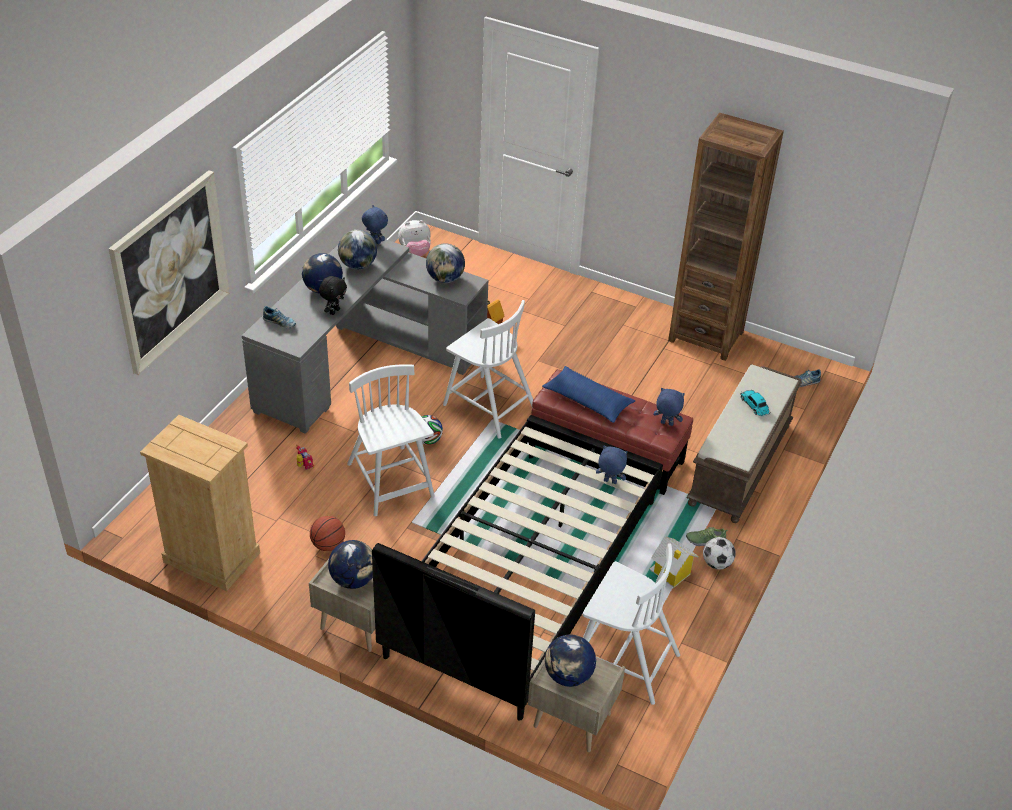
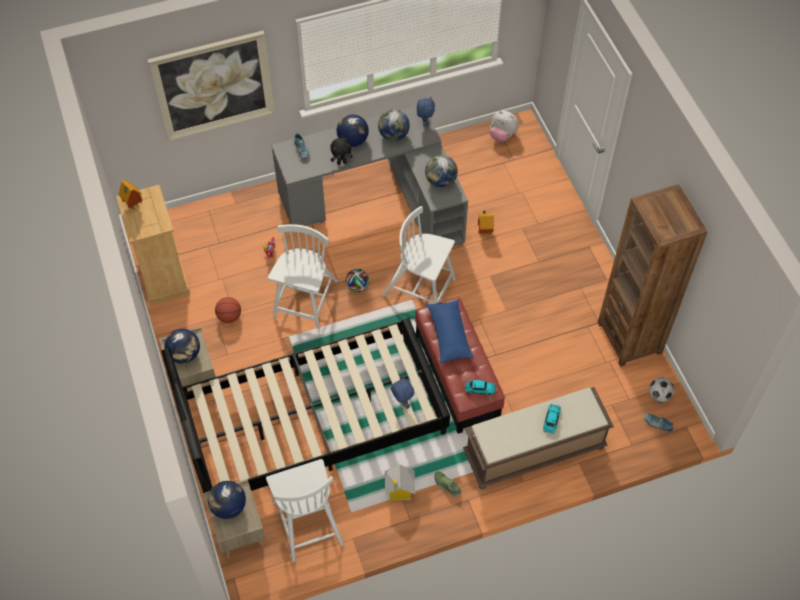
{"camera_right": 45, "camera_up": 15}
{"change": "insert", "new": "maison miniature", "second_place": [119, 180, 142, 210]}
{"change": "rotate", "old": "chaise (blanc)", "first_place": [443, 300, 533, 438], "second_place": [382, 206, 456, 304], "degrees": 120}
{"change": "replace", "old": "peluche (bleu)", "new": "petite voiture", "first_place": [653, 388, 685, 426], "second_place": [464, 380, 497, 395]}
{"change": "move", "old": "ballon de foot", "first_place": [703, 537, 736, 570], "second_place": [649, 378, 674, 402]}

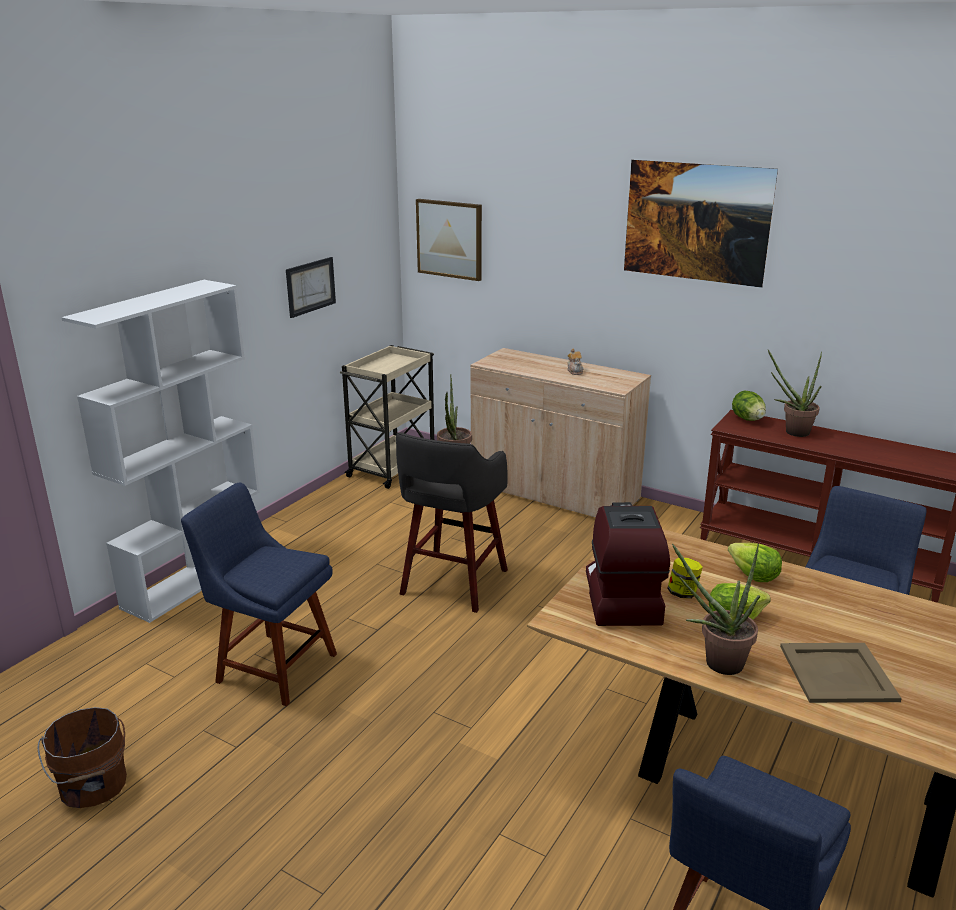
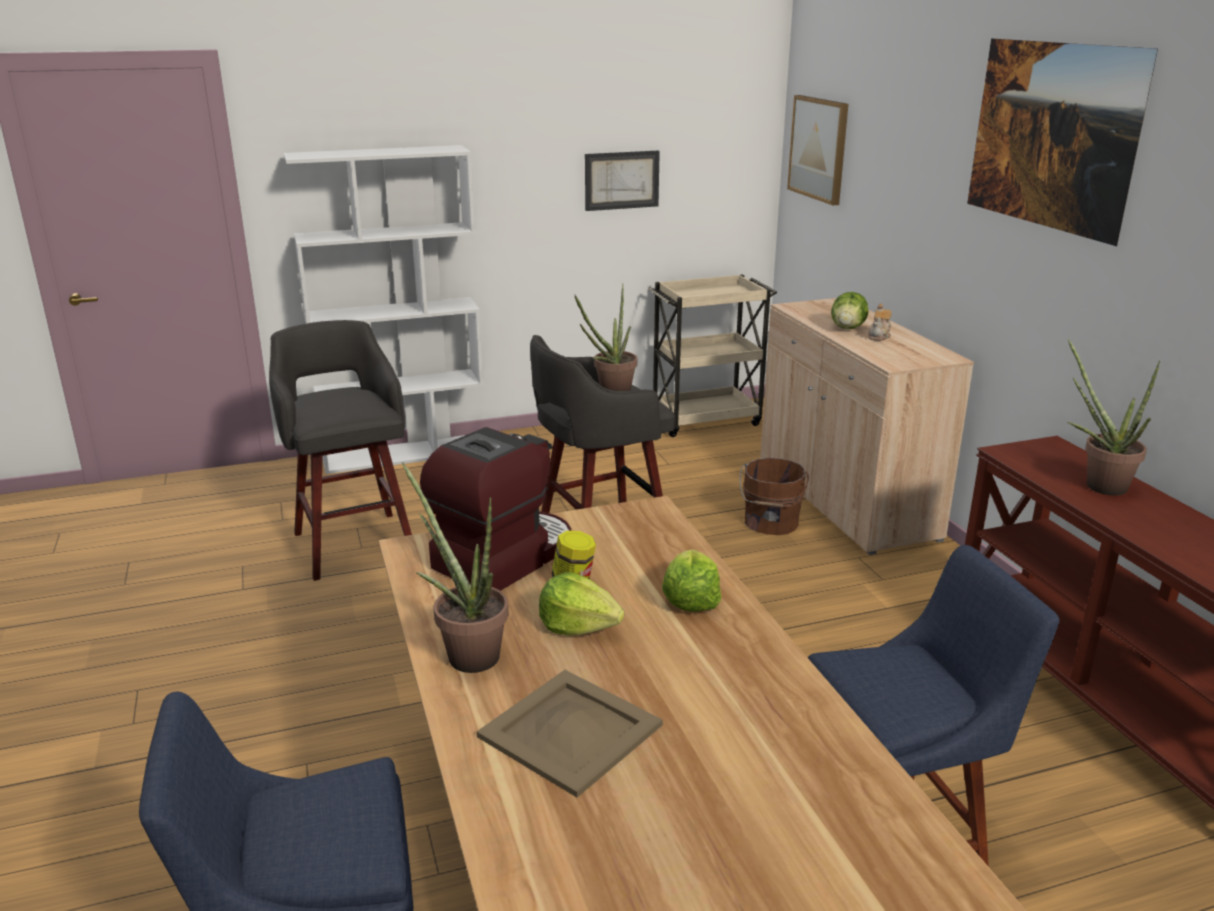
{"camera_right": 40, "camera_up": 0}
{"change": "replace", "old": "chaise (bleu)", "new": "tabouret (gris)", "first_place": [181, 482, 337, 706], "second_place": [269, 320, 412, 581]}
{"change": "move", "old": "seau (marron)", "first_place": [37, 707, 127, 808], "second_place": [740, 458, 809, 535]}
{"change": "move", "old": "laitue", "first_place": [732, 391, 766, 421], "second_place": [831, 292, 868, 329]}

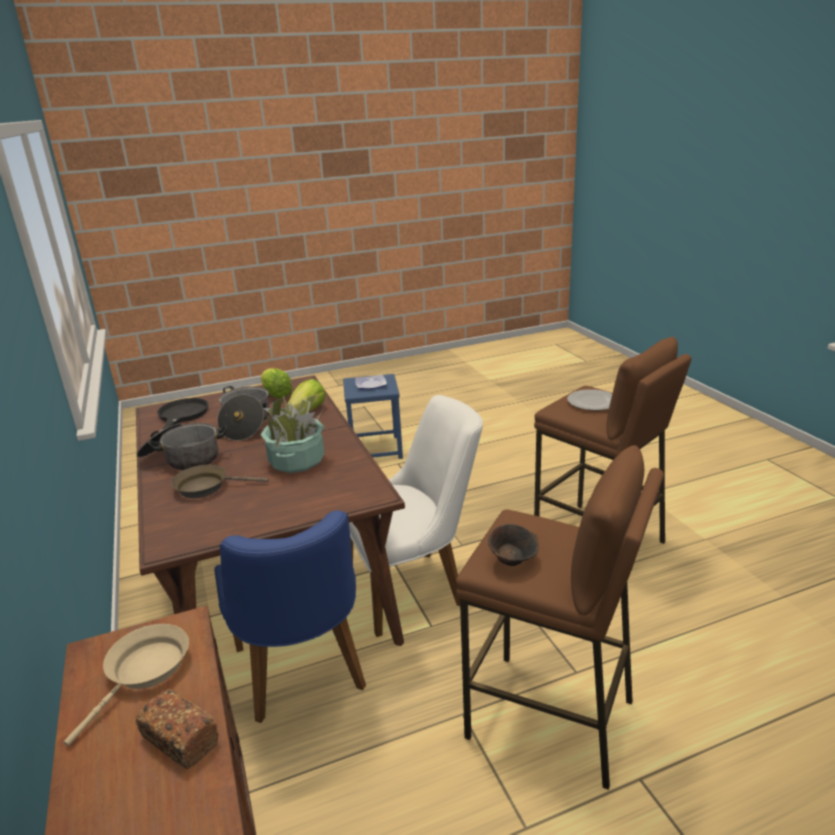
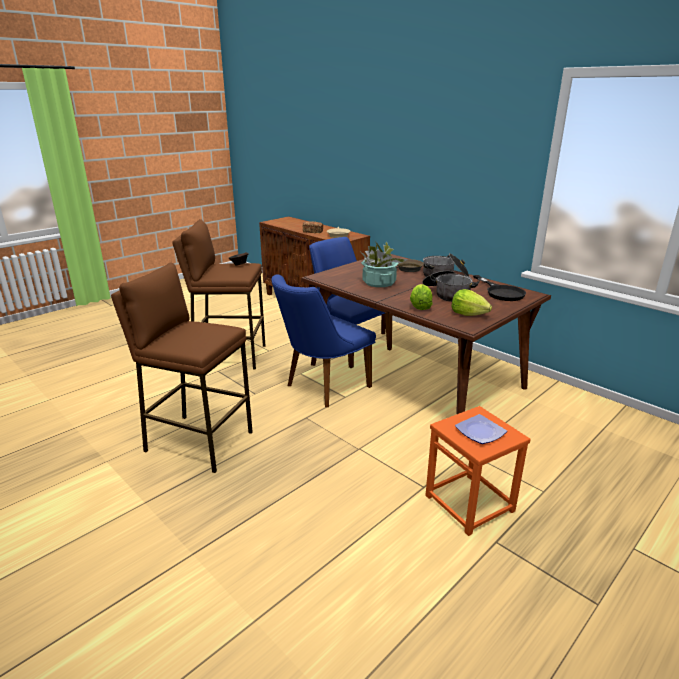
{"camera_right": 155, "camera_up": 0}
{"change": "recolor", "old": "chaise (blanc)", "new": "chaise (bleu)", "first_place": [349, 395, 483, 637], "second_place": [272, 275, 376, 407]}
{"change": "recolor", "old": "tabouret (bleu)", "new": "tabouret (orange)", "first_place": [343, 374, 403, 459], "second_place": [425, 406, 531, 536]}
{"change": "delete", "old": "assiette", "first_place": [567, 389, 612, 410]}

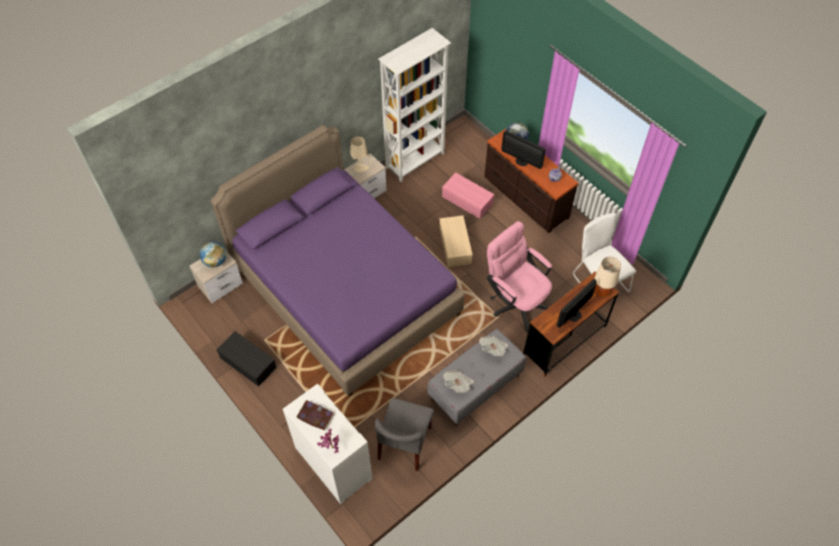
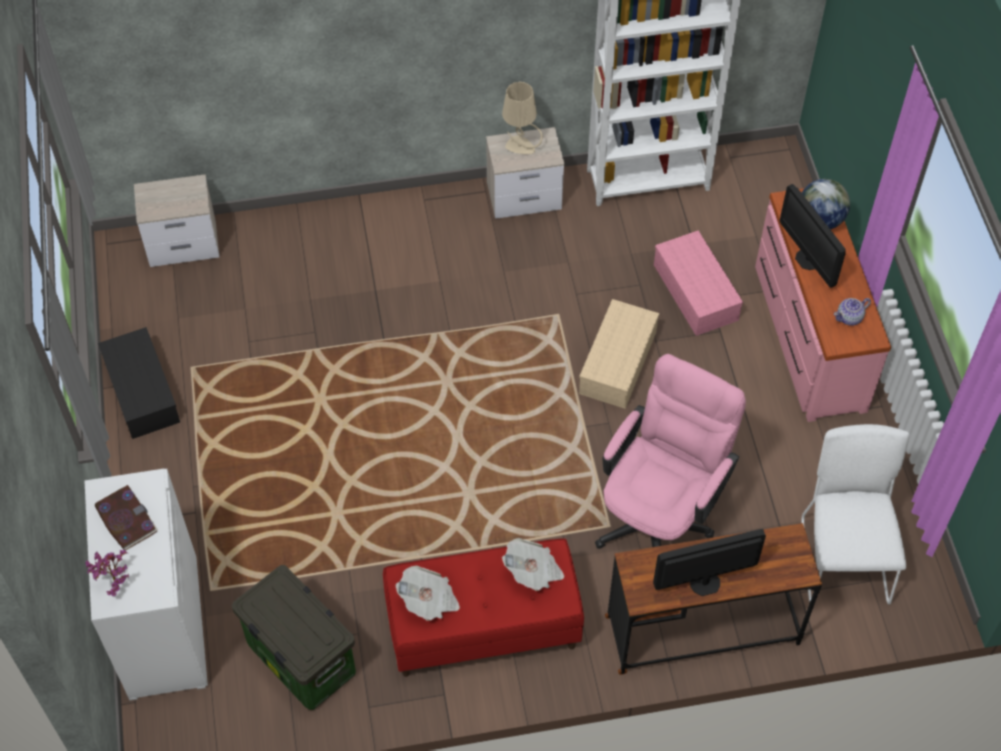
{"camera_right": 30, "camera_up": 0}
{"change": "replace", "old": "chaise (gris)", "new": "boîte de rangement", "first_place": [375, 398, 434, 471], "second_place": [232, 565, 356, 710]}
{"change": "recolor", "old": "banc (gris)", "new": "banc (rouge)", "first_place": [427, 329, 526, 426], "second_place": [383, 538, 584, 677]}
{"change": "rotate", "old": "chaise de bureau (rose)", "first_place": [487, 221, 552, 332], "second_place": [595, 354, 746, 549], "degrees": 45}
{"change": "recolor", "old": "commode (marron)", "new": "commode (rose)", "first_place": [484, 129, 579, 233], "second_place": [755, 188, 891, 422]}
{"change": "delete", "old": "globe", "first_place": [199, 241, 226, 268]}
{"change": "delete", "old": "lit (violet)", "first_place": [210, 125, 465, 397]}
{"change": "delete", "old": "lampe de table (beige)", "first_place": [594, 257, 621, 298]}

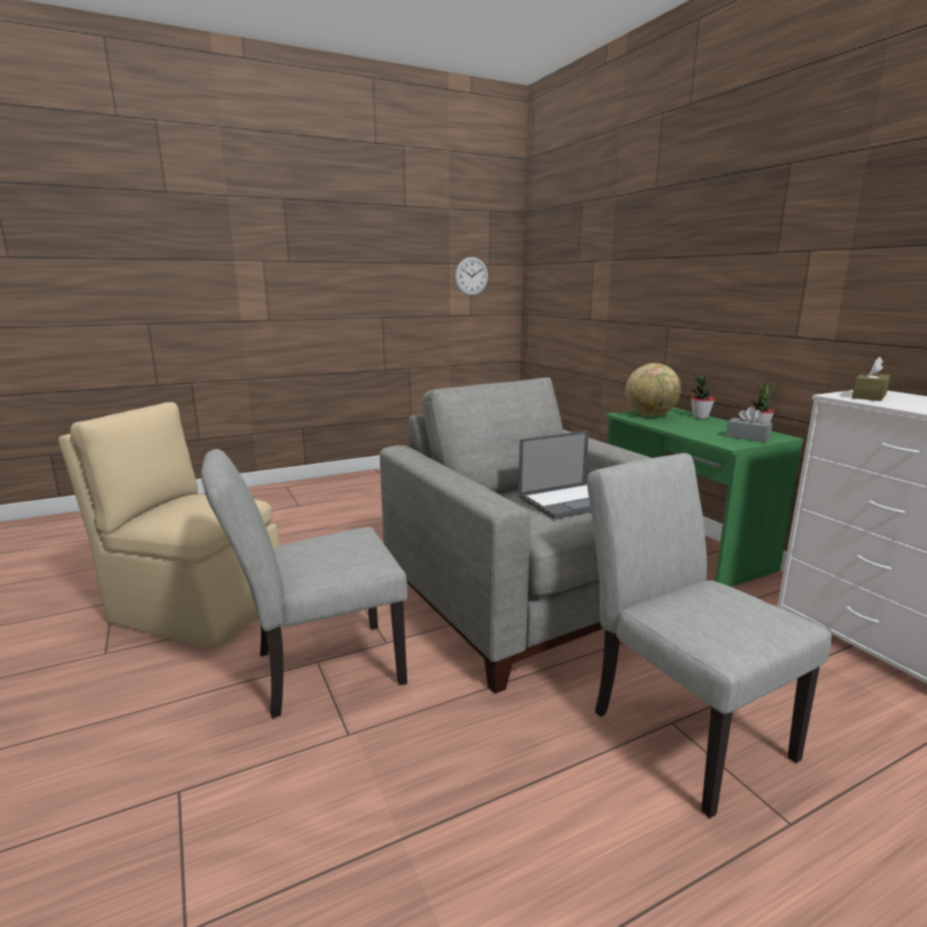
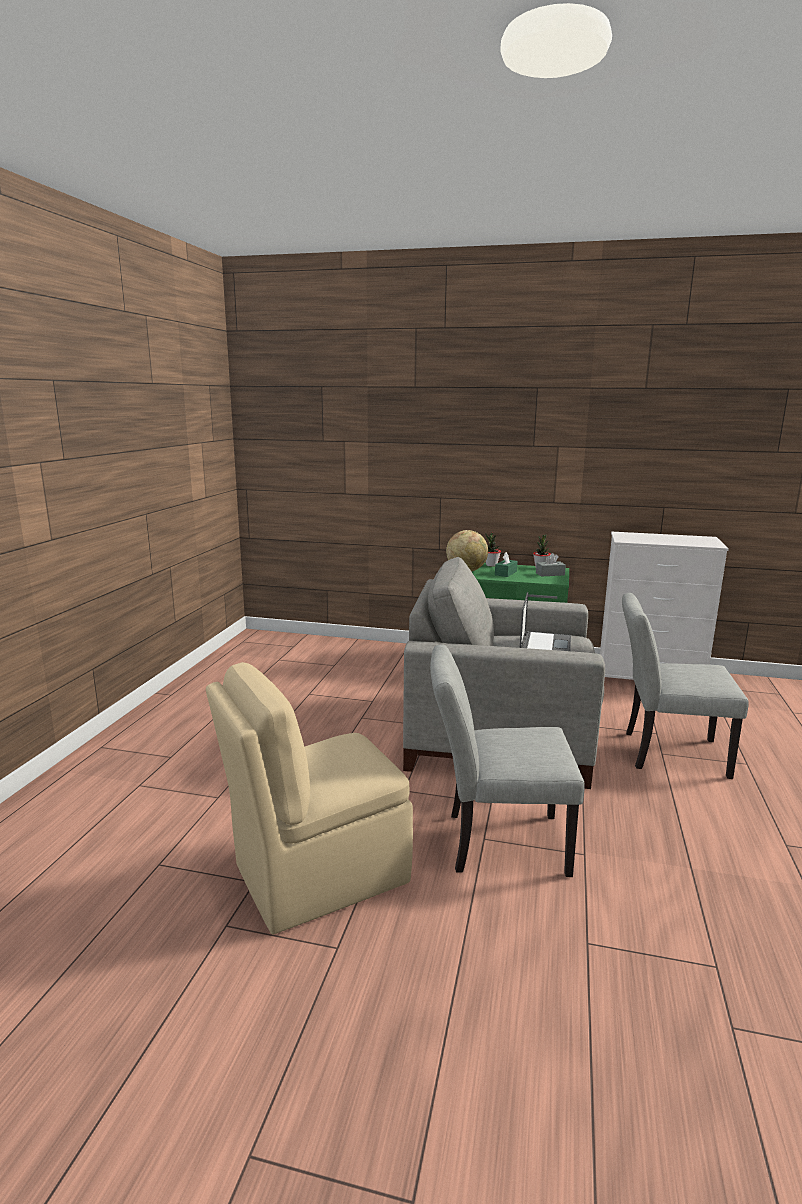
{"camera_right": -50, "camera_up": 0}
{"change": "rotate", "old": "chaise (gris)", "first_place": [201, 449, 408, 718], "second_place": [430, 644, 584, 877], "degrees": 75}
{"change": "insert", "new": "boîte à mouchoirs (vert)", "second_place": [495, 552, 517, 577]}
{"change": "delete", "old": "horloge murale", "first_place": [455, 257, 488, 296]}
{"change": "delete", "old": "boîte à mouchoirs (marron)", "first_place": [852, 357, 890, 401]}

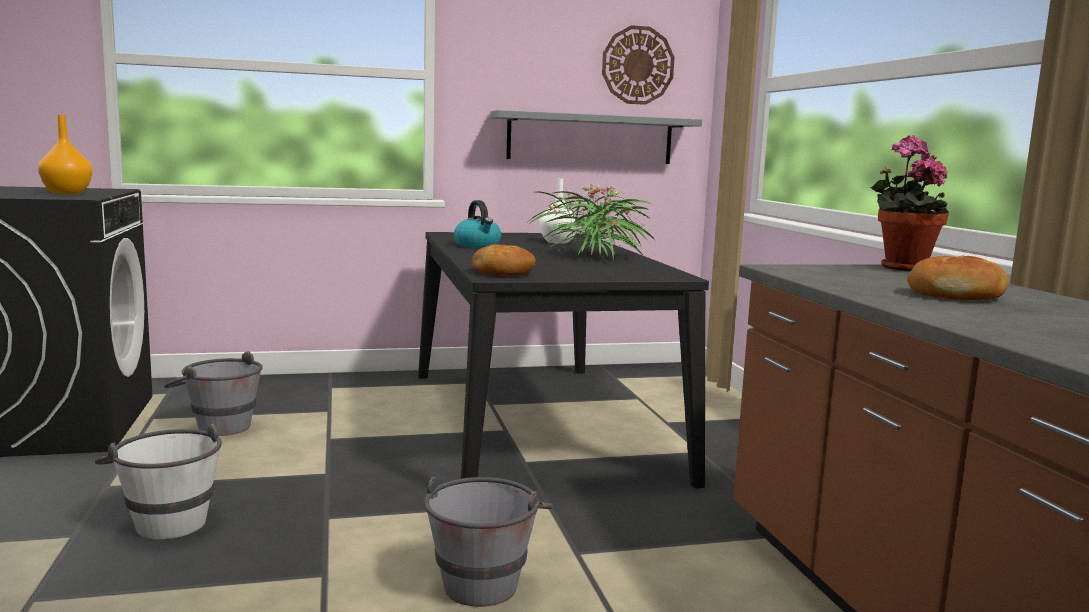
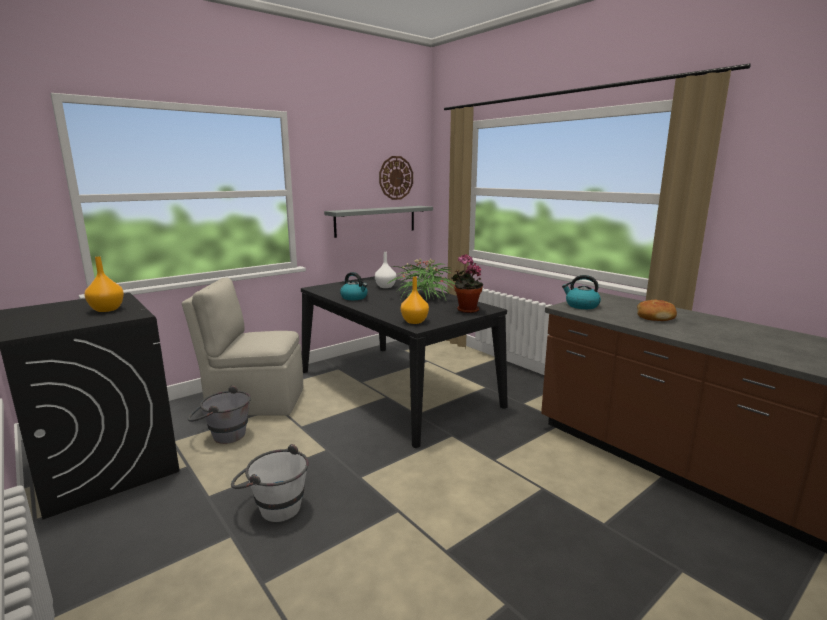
{"camera_right": -25, "camera_up": 5}
{"change": "insert", "new": "chaise (beige)", "second_place": [182, 278, 303, 416]}
{"change": "replace", "old": "pain", "new": "vase (orange)", "first_place": [472, 244, 536, 276], "second_place": [401, 276, 429, 324]}
{"change": "move", "old": "plante en pot", "first_place": [870, 135, 949, 271], "second_place": [451, 254, 483, 313]}
{"change": "insert", "new": "bouilloire", "second_place": [562, 275, 601, 309]}
{"change": "delete", "old": "seau (gris)", "first_place": [424, 477, 553, 607]}

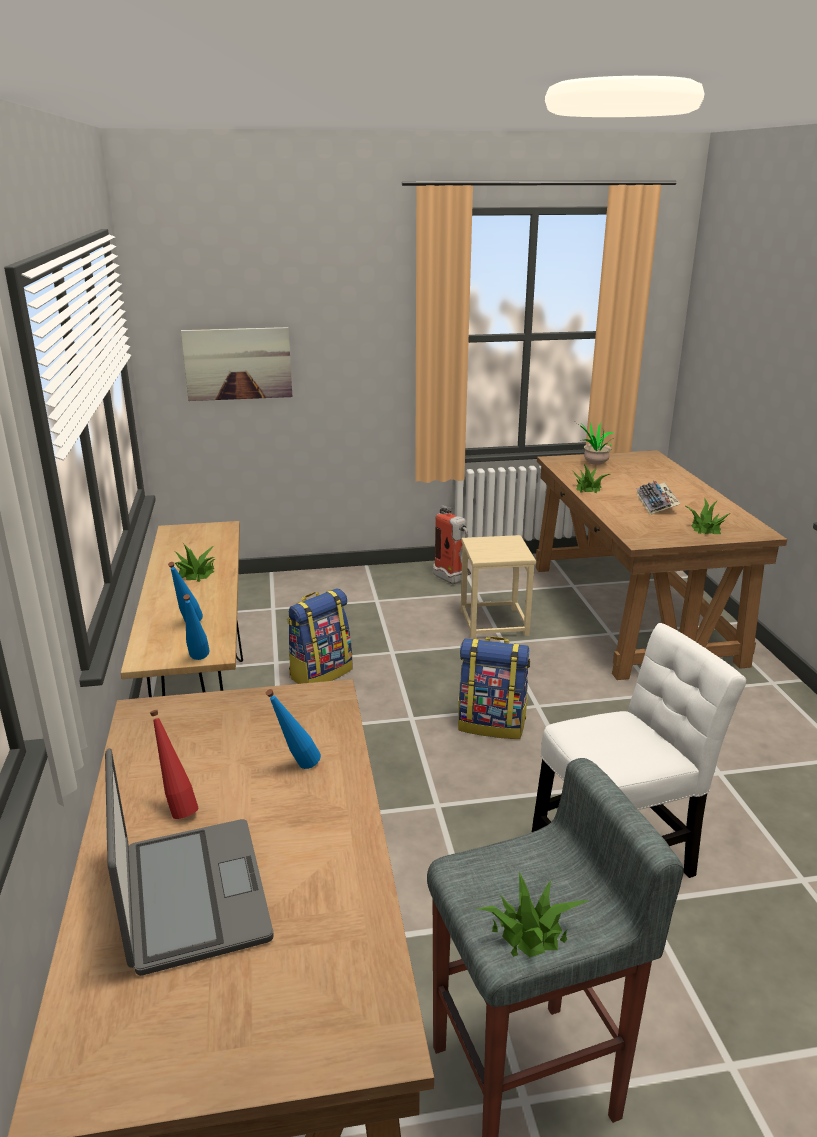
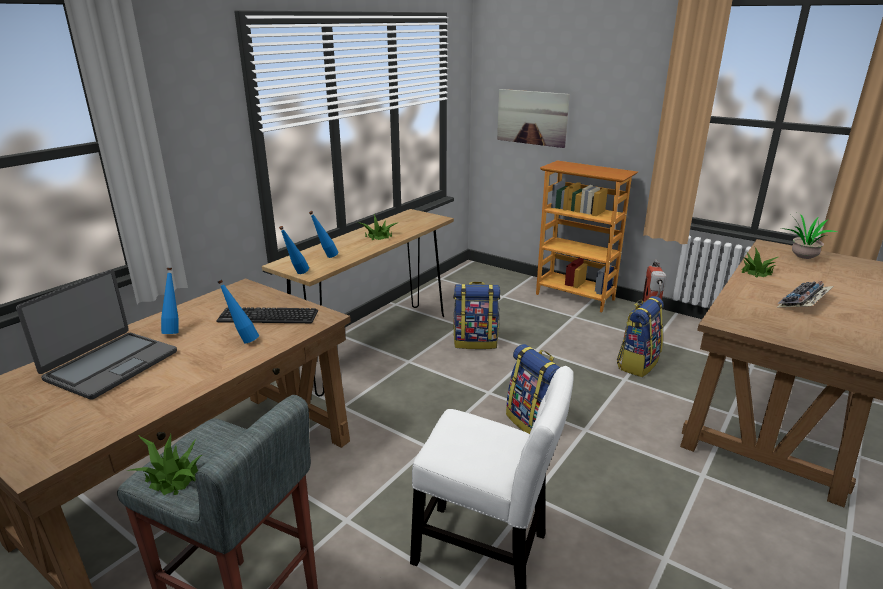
{"camera_right": 45, "camera_up": 0}
{"change": "recolor", "old": "bouteille (rouge)", "new": "bouteille (bleu)", "first_place": [150, 710, 198, 819], "second_place": [161, 268, 179, 334]}
{"change": "insert", "new": "clavier", "second_place": [216, 307, 318, 323]}
{"change": "insert", "new": "bibliothèque", "second_place": [536, 160, 638, 312]}
{"change": "replace", "old": "tabouret (beige)", "new": "sac à dos", "first_place": [461, 535, 536, 639], "second_place": [617, 296, 664, 377]}
{"change": "delete", "old": "plante en pot", "first_place": [684, 499, 730, 534]}

